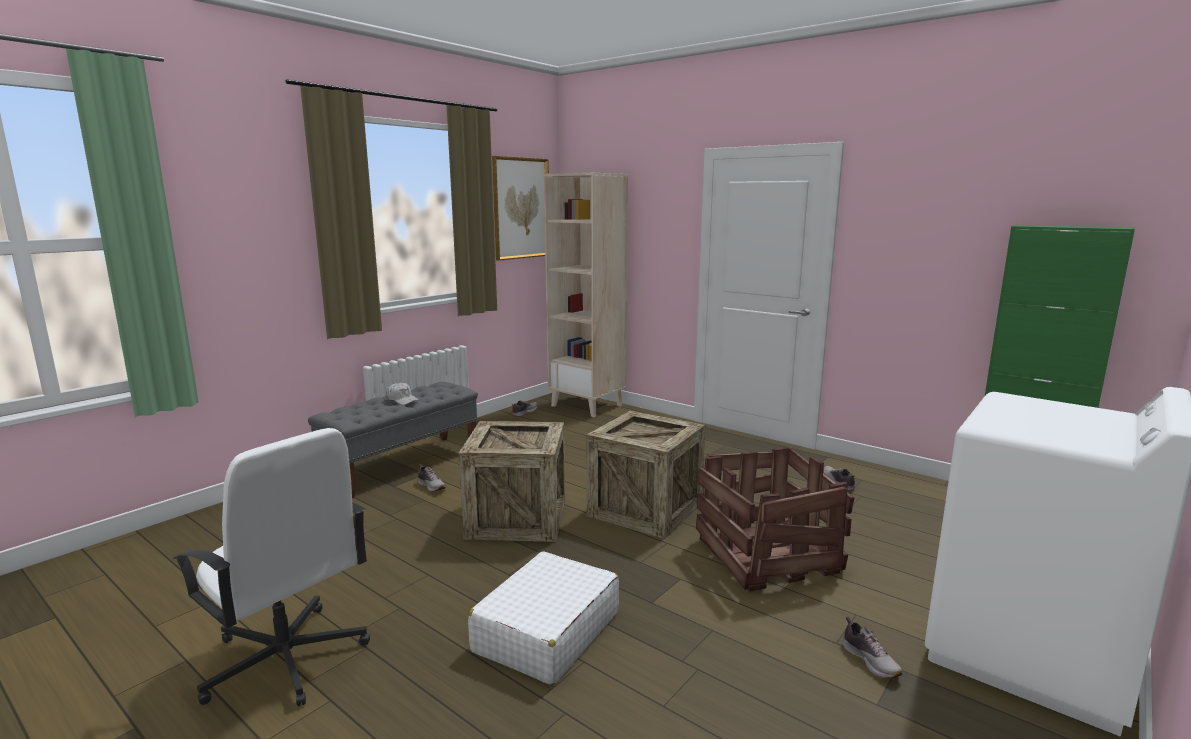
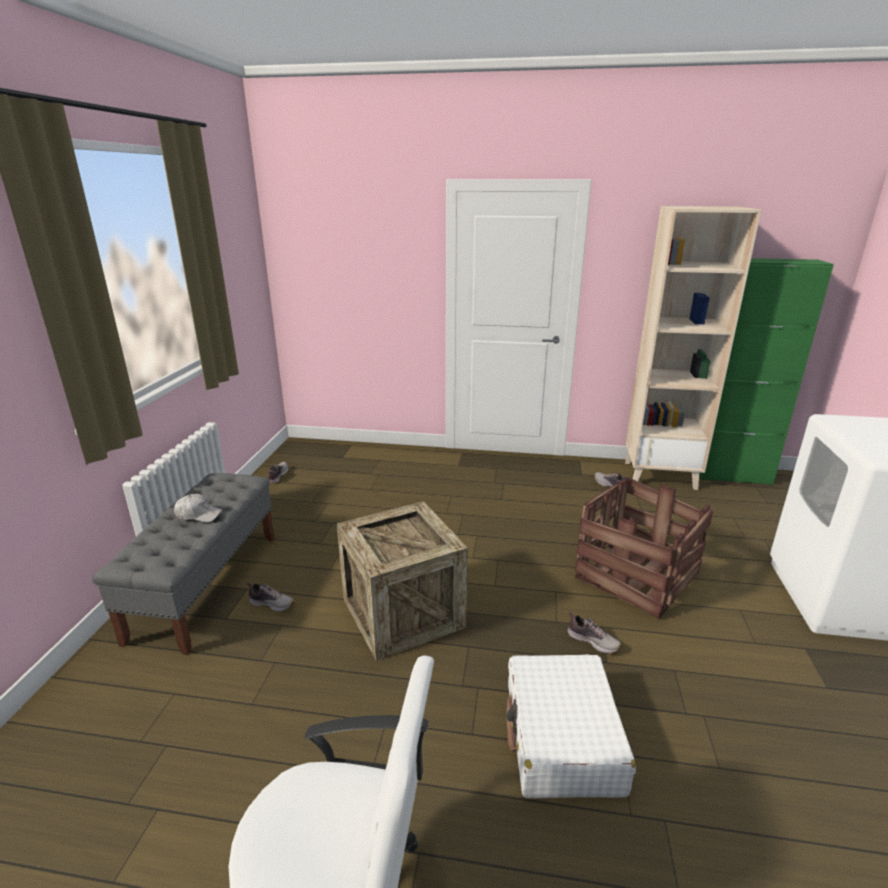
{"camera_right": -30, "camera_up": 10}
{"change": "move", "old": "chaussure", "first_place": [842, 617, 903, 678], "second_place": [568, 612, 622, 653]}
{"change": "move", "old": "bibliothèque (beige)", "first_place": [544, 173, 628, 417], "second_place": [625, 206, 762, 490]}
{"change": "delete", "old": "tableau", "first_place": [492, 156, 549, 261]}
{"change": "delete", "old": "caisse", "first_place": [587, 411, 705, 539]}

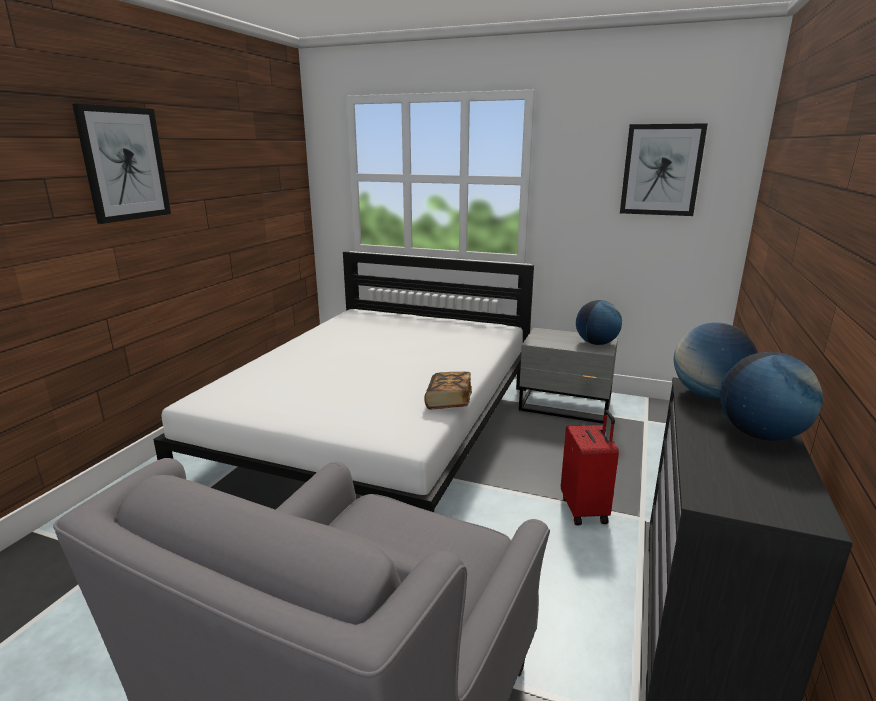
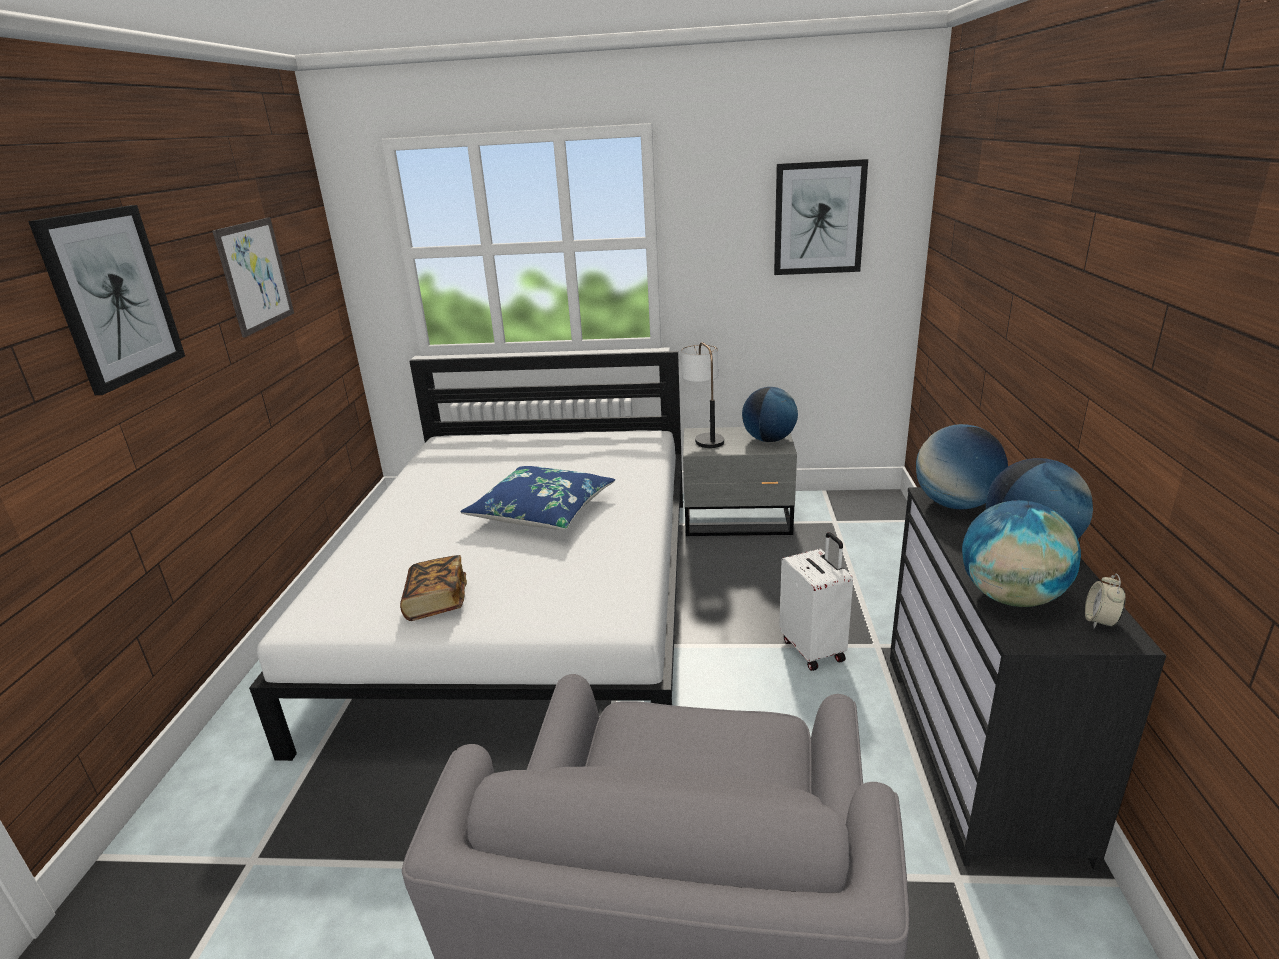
{"camera_right": -15, "camera_up": 5}
{"change": "insert", "new": "tableau", "second_place": [212, 217, 294, 337]}
{"change": "move", "old": "livre", "first_place": [424, 372, 472, 410], "second_place": [400, 555, 467, 621]}
{"change": "insert", "new": "coussin (bleu)", "second_place": [460, 466, 615, 530]}
{"change": "insert", "new": "lampe de table", "second_place": [681, 342, 724, 448]}
{"change": "recolor", "old": "valise (rouge)", "new": "valise (blanc)", "first_place": [561, 410, 619, 525], "second_place": [779, 532, 853, 671]}
{"change": "insert", "new": "globe", "second_place": [962, 500, 1081, 607]}
{"change": "insert", "new": "réveil", "second_place": [1085, 574, 1126, 629]}

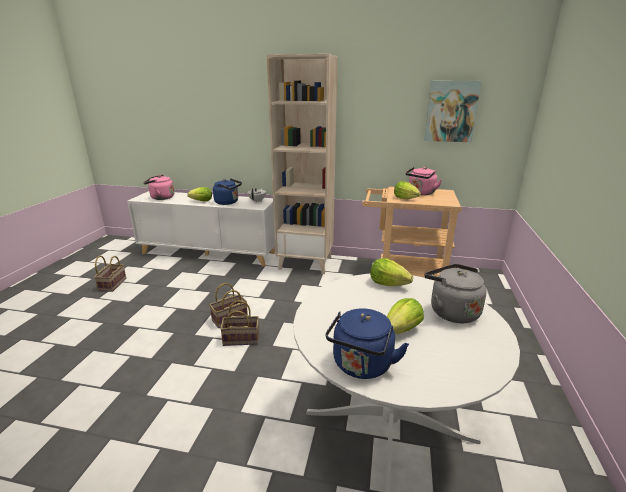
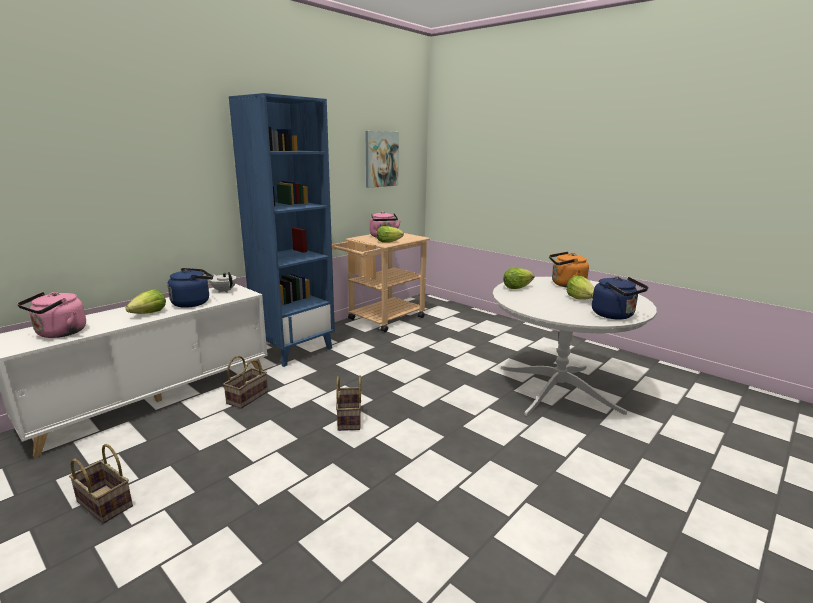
{"camera_right": -60, "camera_up": -5}
{"change": "move", "old": "panier", "first_place": [220, 300, 259, 346], "second_place": [223, 355, 268, 409]}
{"change": "recolor", "old": "bibliothèque (beige)", "new": "bibliothèque (bleu)", "first_place": [267, 54, 338, 274], "second_place": [229, 93, 335, 367]}
{"change": "recolor", "old": "bouilloire (gris)", "new": "bouilloire (orange)", "first_place": [425, 264, 487, 323], "second_place": [549, 252, 589, 288]}

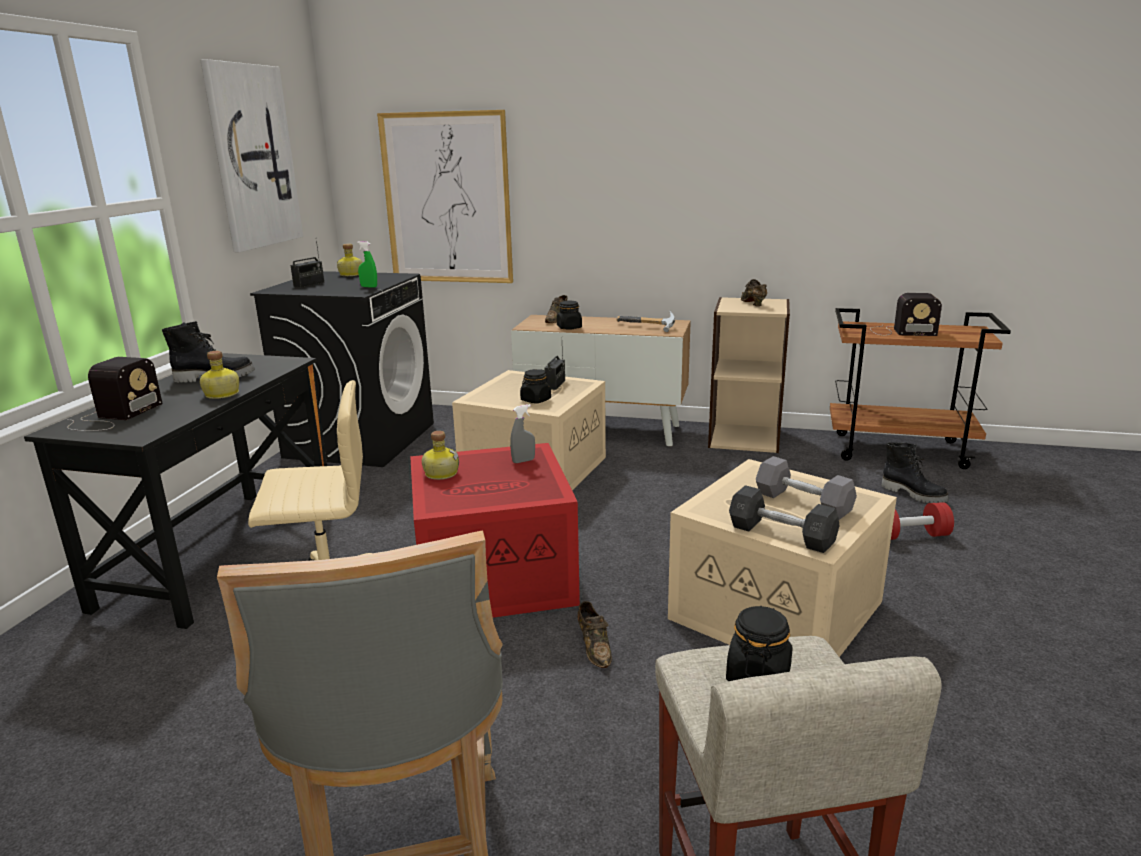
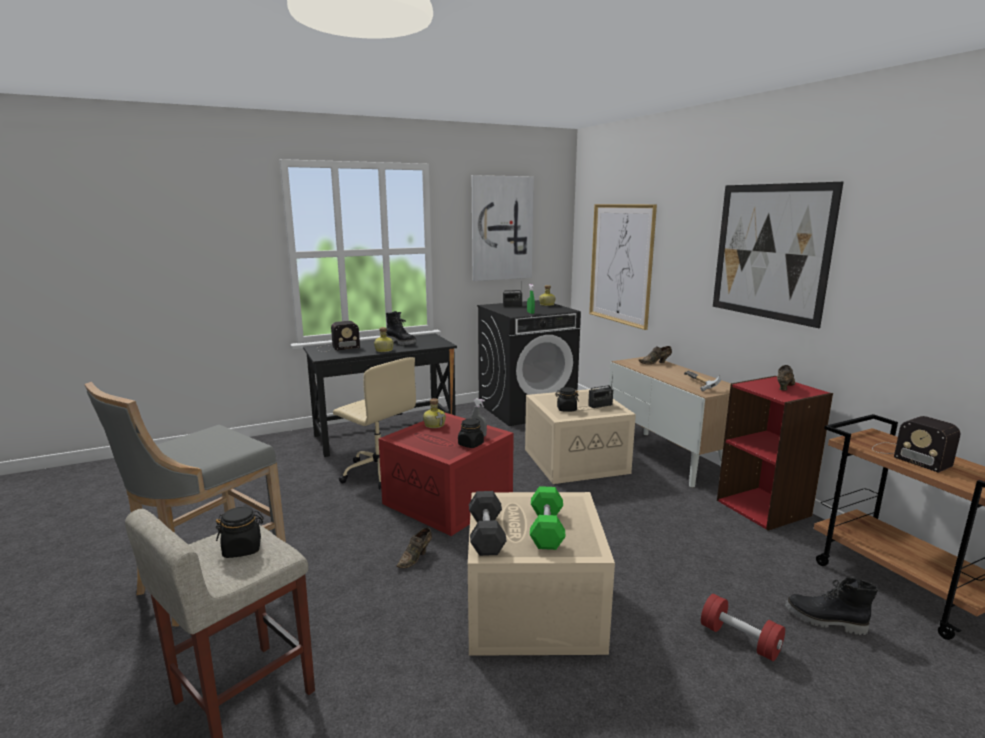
{"camera_right": 50, "camera_up": -5}
{"change": "move", "old": "bocal (noir)", "first_place": [557, 301, 582, 330], "second_place": [458, 418, 484, 448]}
{"change": "recolor", "old": "haltère (gris)", "new": "haltère (vert)", "first_place": [756, 456, 857, 520], "second_place": [530, 486, 566, 550]}
{"change": "insert", "new": "tableau", "second_place": [713, 182, 843, 328]}
{"change": "recolor", "old": "bibliothèque (beige)", "new": "bibliothèque (rouge)", "first_place": [708, 297, 790, 453], "second_place": [717, 376, 833, 531]}
{"change": "rotate", "old": "botte (noir)", "first_place": [881, 442, 949, 503], "second_place": [785, 577, 878, 635], "degrees": 105}

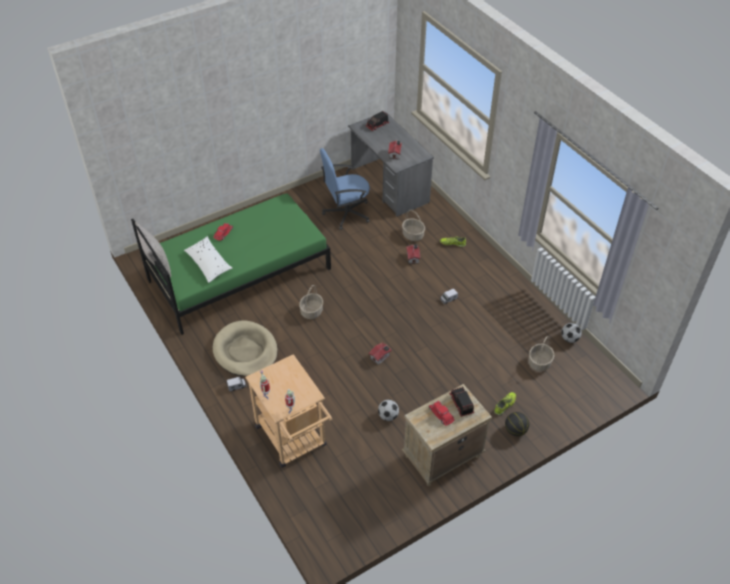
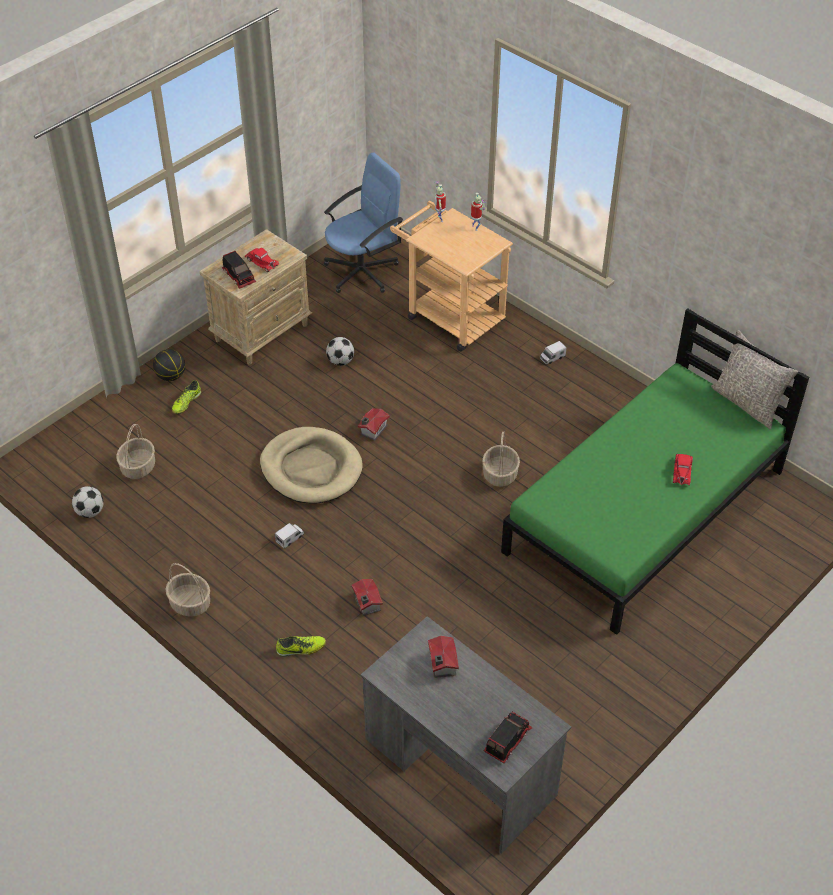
{"camera_right": 165, "camera_up": 0}
{"change": "move", "old": "panier", "first_place": [402, 210, 425, 241], "second_place": [165, 563, 210, 617]}
{"change": "move", "old": "panier pour chien (beige)", "first_place": [213, 320, 278, 377], "second_place": [260, 427, 363, 504]}
{"change": "move", "old": "chaise de bureau (bleu)", "first_place": [320, 148, 370, 230], "second_place": [324, 152, 403, 293]}
{"change": "delete", "old": "coussin (blanc)", "first_place": [184, 236, 232, 283]}

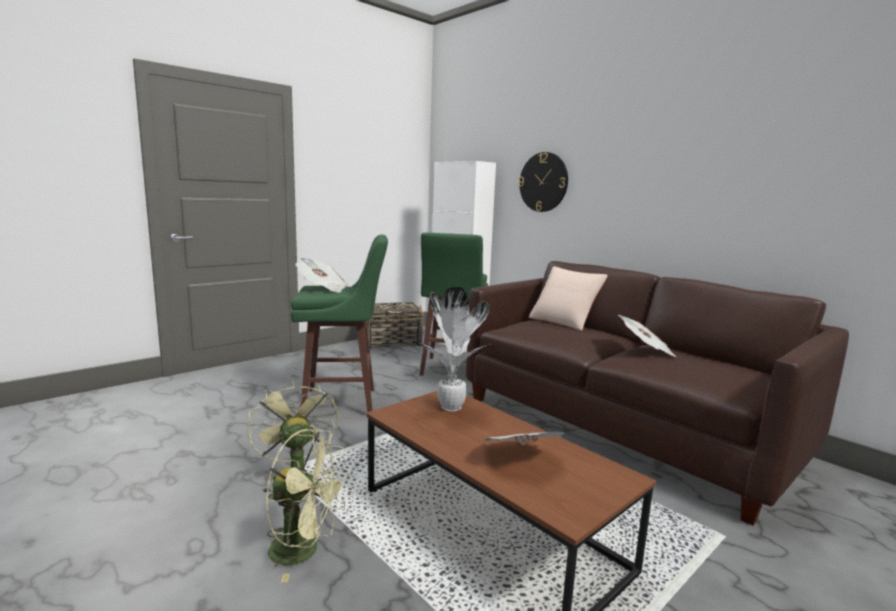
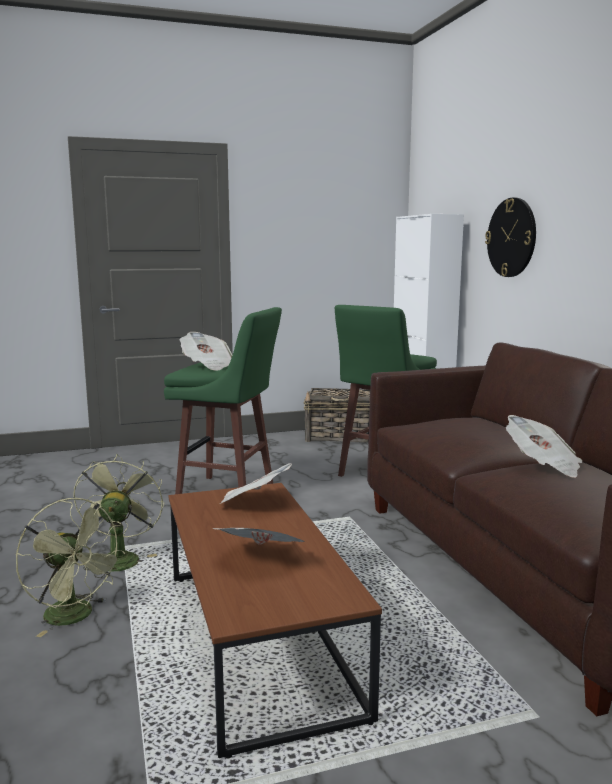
{"camera_right": 25, "camera_up": 0}
{"change": "replace", "old": "plante en pot", "new": "journal", "first_place": [412, 287, 490, 412], "second_place": [220, 463, 292, 504]}
{"change": "delete", "old": "coussin (beige)", "first_place": [529, 266, 608, 331]}

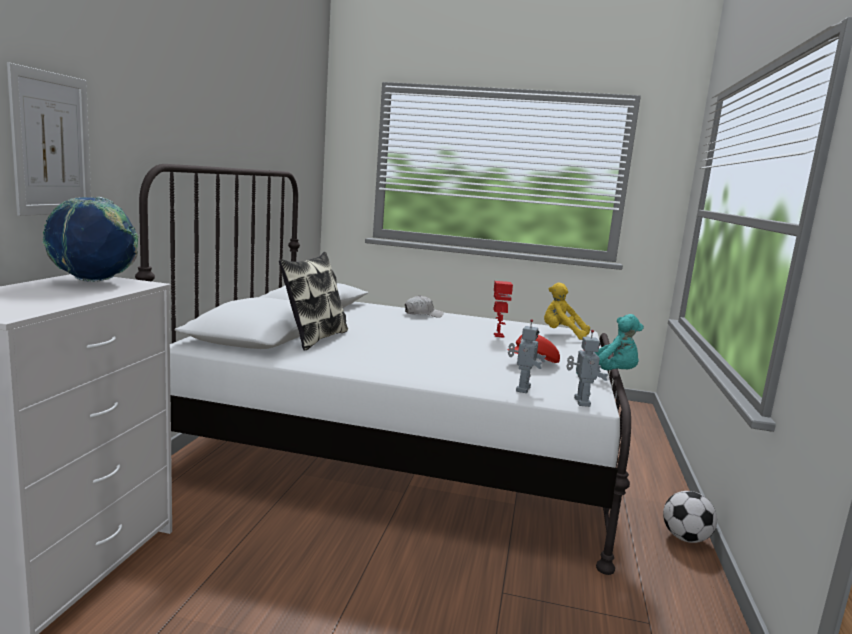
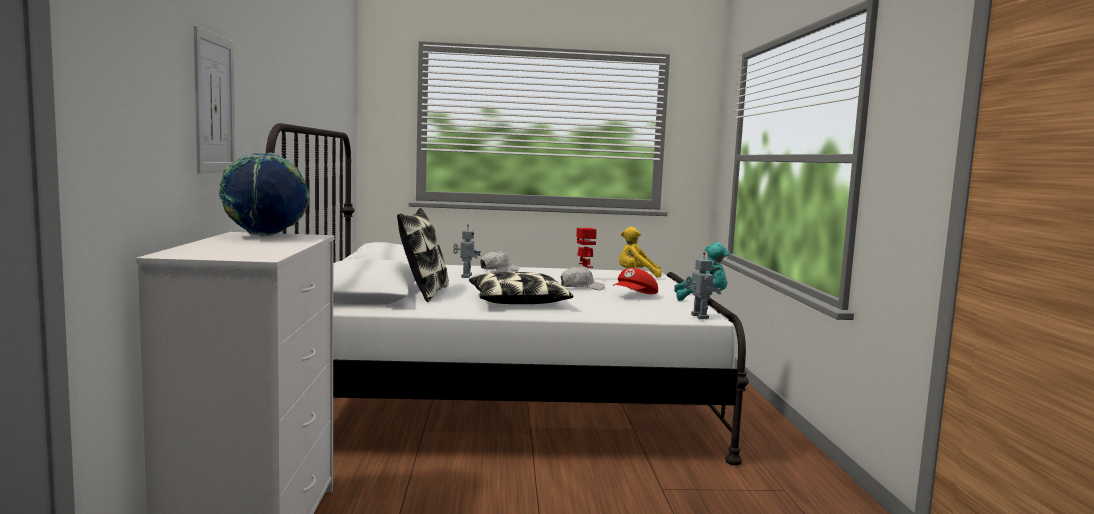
{"camera_right": -15, "camera_up": -5}
{"change": "move", "old": "robot jouet", "first_place": [508, 319, 546, 393], "second_place": [453, 225, 481, 278]}
{"change": "insert", "new": "coussin", "second_place": [469, 272, 573, 304]}
{"change": "insert", "new": "casquette (blanc)", "second_place": [561, 266, 605, 290]}
{"change": "delete", "old": "ballon de foot", "first_place": [663, 491, 717, 543]}

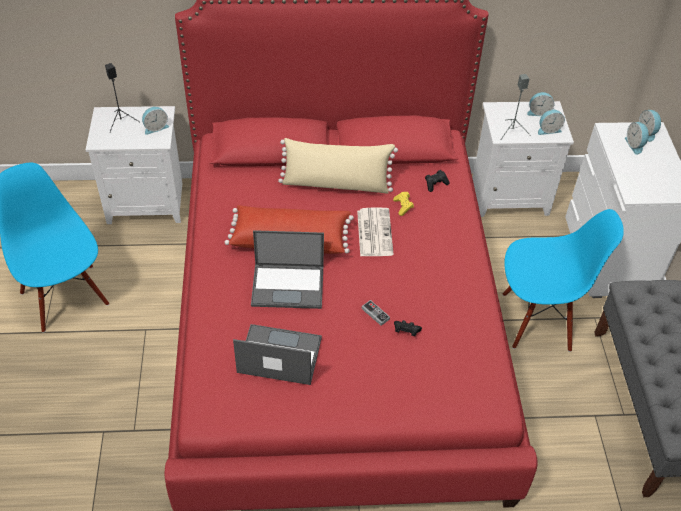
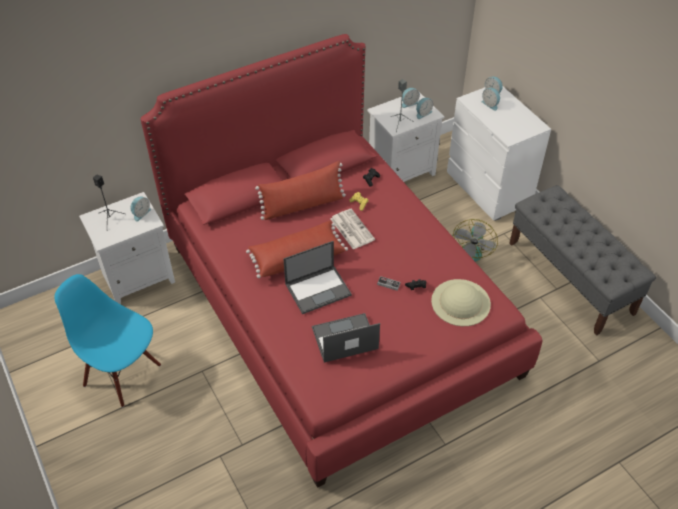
{"camera_right": -25, "camera_up": 0}
{"change": "recolor", "old": "coussin (beige)", "new": "coussin (rouge)", "first_place": [278, 138, 398, 194], "second_place": [255, 161, 346, 220]}
{"change": "insert", "new": "chapeau (beige)", "second_place": [431, 279, 491, 326]}
{"change": "replace", "old": "chaise (bleu)", "new": "ventilateur", "first_place": [502, 209, 624, 352], "second_place": [452, 219, 498, 262]}

